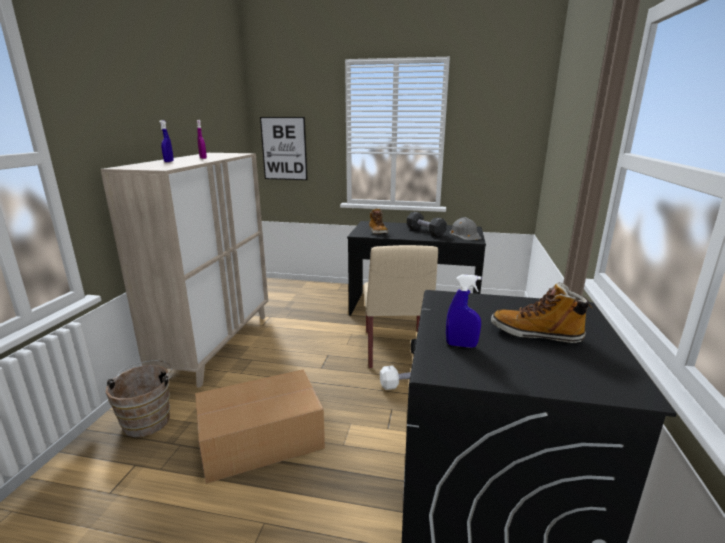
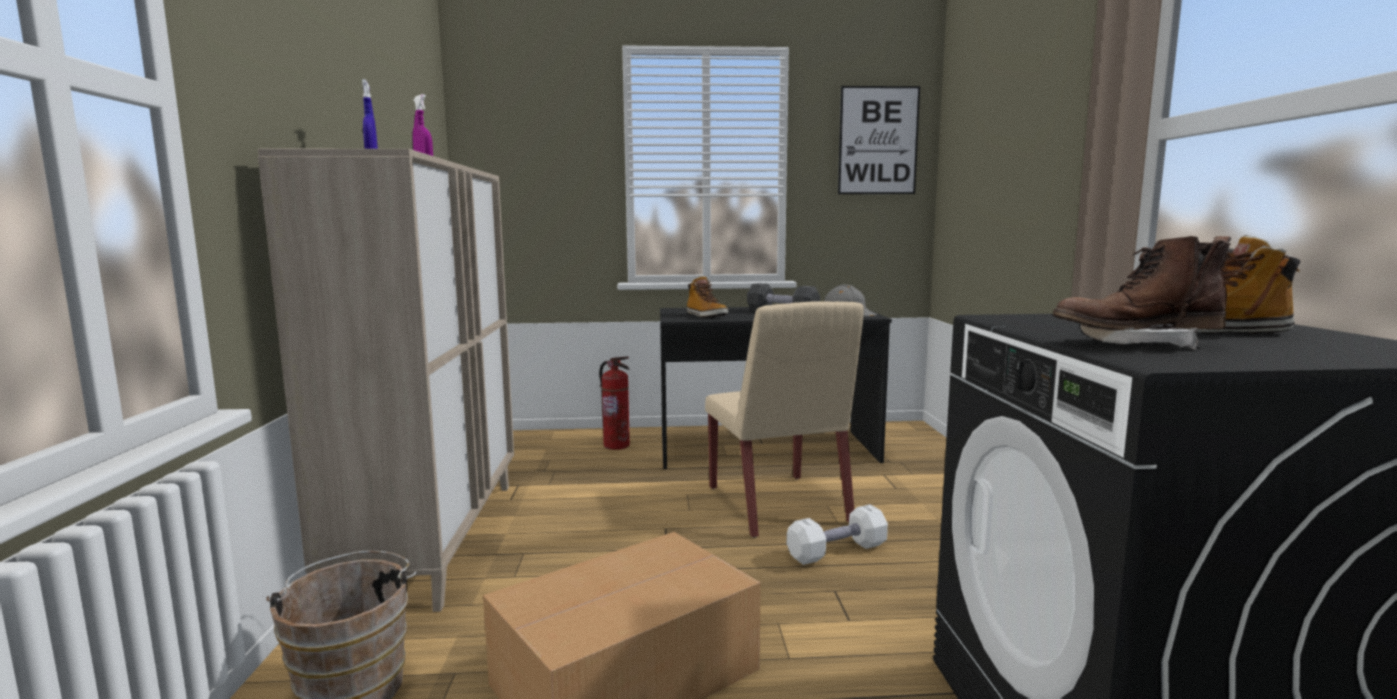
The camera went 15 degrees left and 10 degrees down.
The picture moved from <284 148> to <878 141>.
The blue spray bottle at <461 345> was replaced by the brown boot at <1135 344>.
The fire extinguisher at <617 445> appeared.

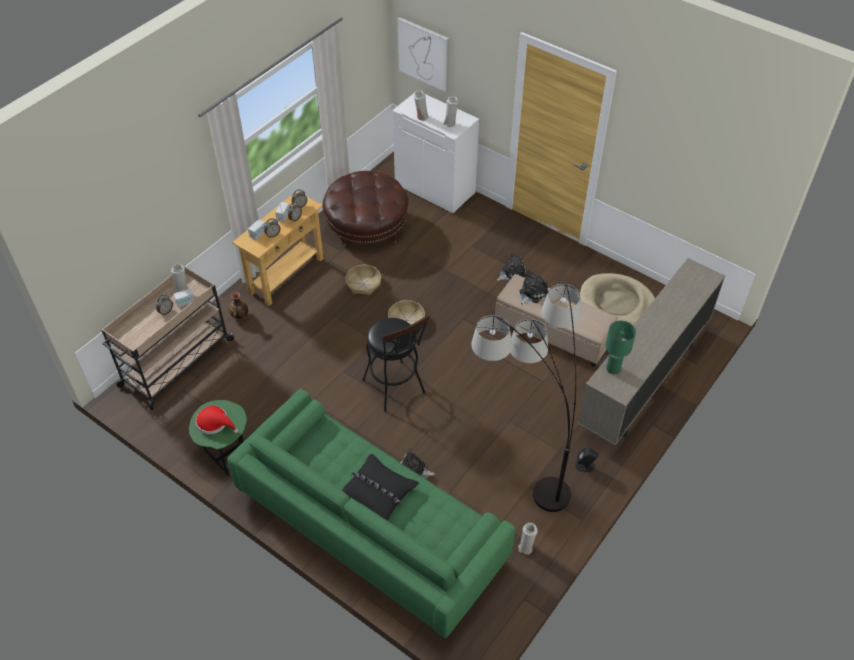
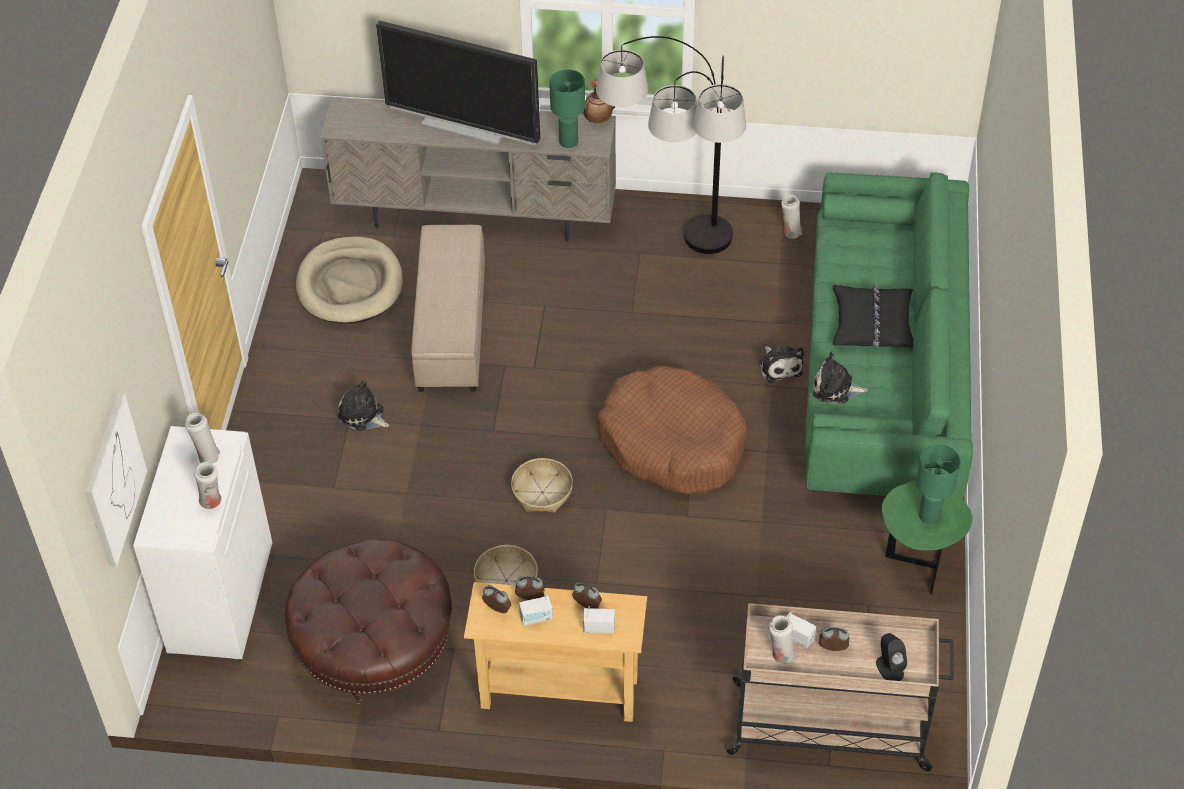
The camera went 120 degrees left and 0 degrees up.
The red hat at <215 423> was replaced by the green table lamp at <929 516>.
The vase moved from <240 316> to <598 119>.
The black stool at <396 390> was replaced by the brown dog bed at <672 442>.
The plush toy moved from <532 293> to <835 388>.
The black speaker moved from <585 466> to <889 668>.
The television at <464 126> appeared.

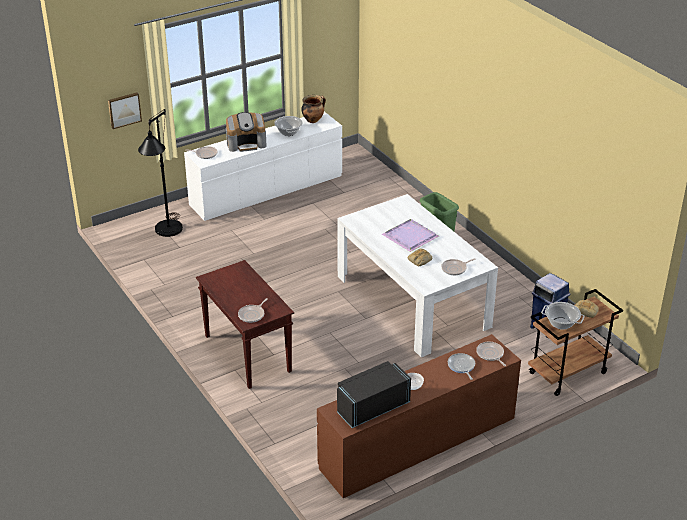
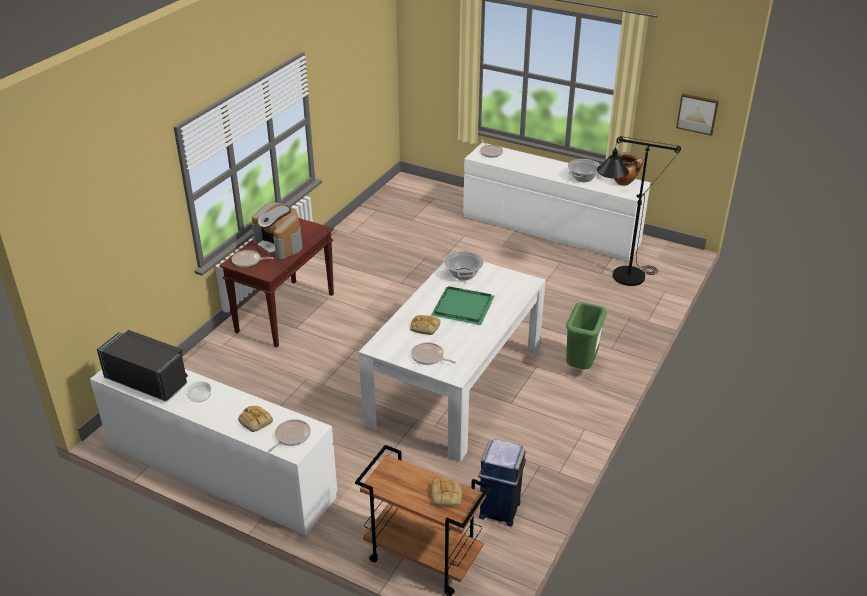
The camera went 60 degrees right and 0 degrees up.
The picture moved from <124 110> to <697 113>.
The black floor lamp moved from <167 233> to <620 279>.
The coffee machine moved from <246 143> to <279 244>.
The brown dresser at <418 442> became the white dresser at <219 471>.
The purple tray at <410 237> became the green tray at <461 307>.
The frying pan at <461 366> was replaced by the bread at <254 421>.
The cooking pot moved from <561 323> to <463 274>.

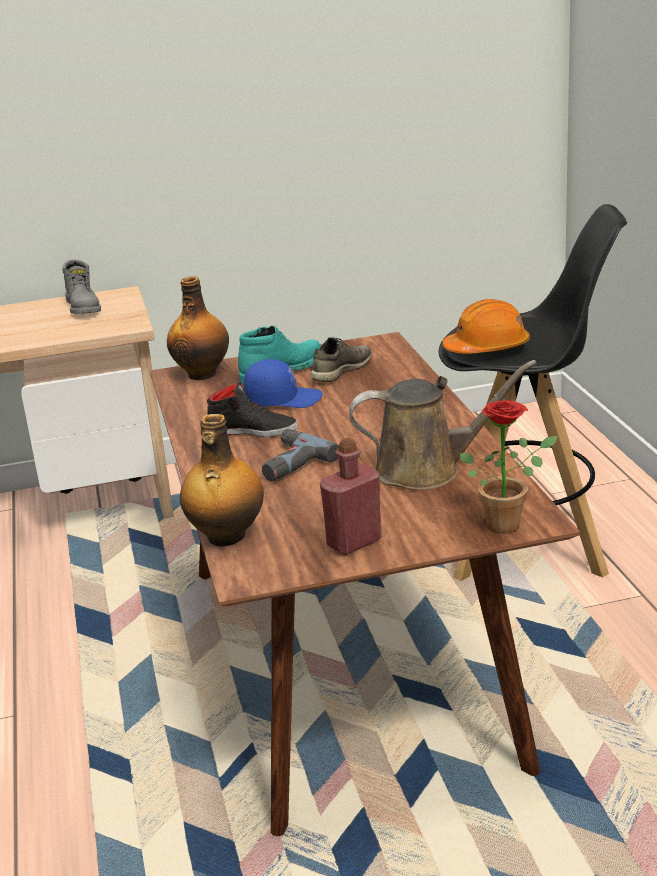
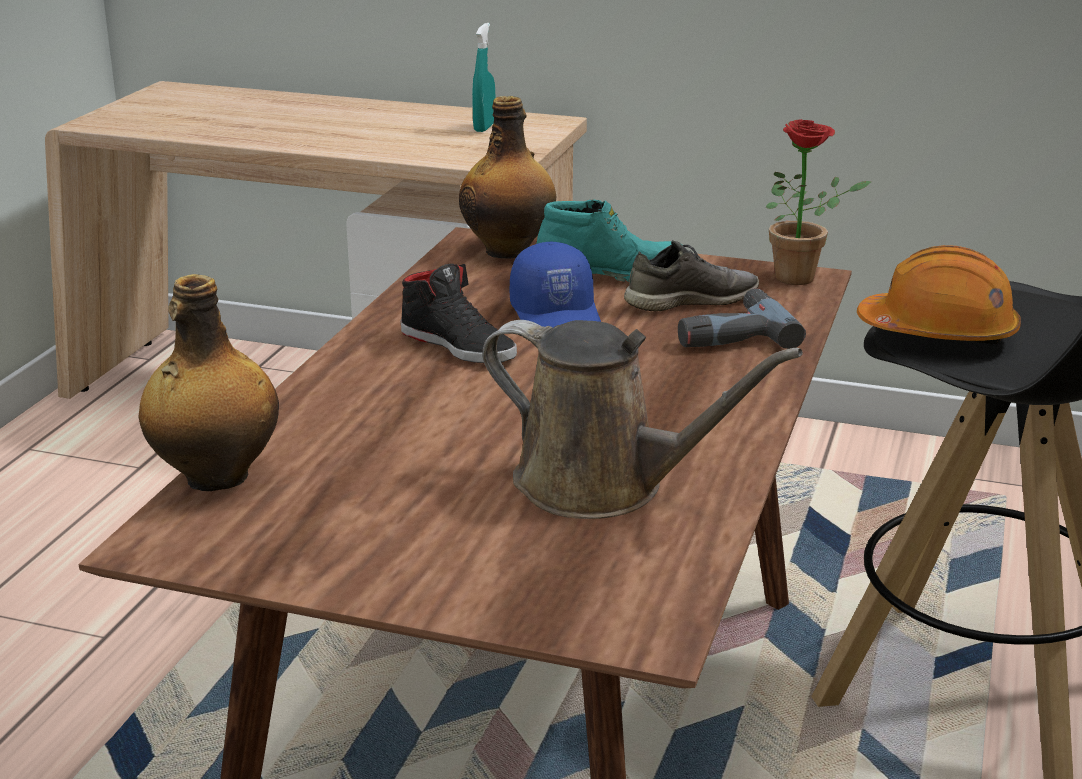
The camera went 30 degrees right and 0 degrees up.
The grey boot at <84 307> was replaced by the turquoise spray bottle at <484 127>.
The blue cap at <283 399> turned 45 degrees clockwise.
The power drill moved from <287 463> to <730 333>.
The red bottle at <354 542> disappeared.
The potted plant moved from <509 523> to <803 278>.

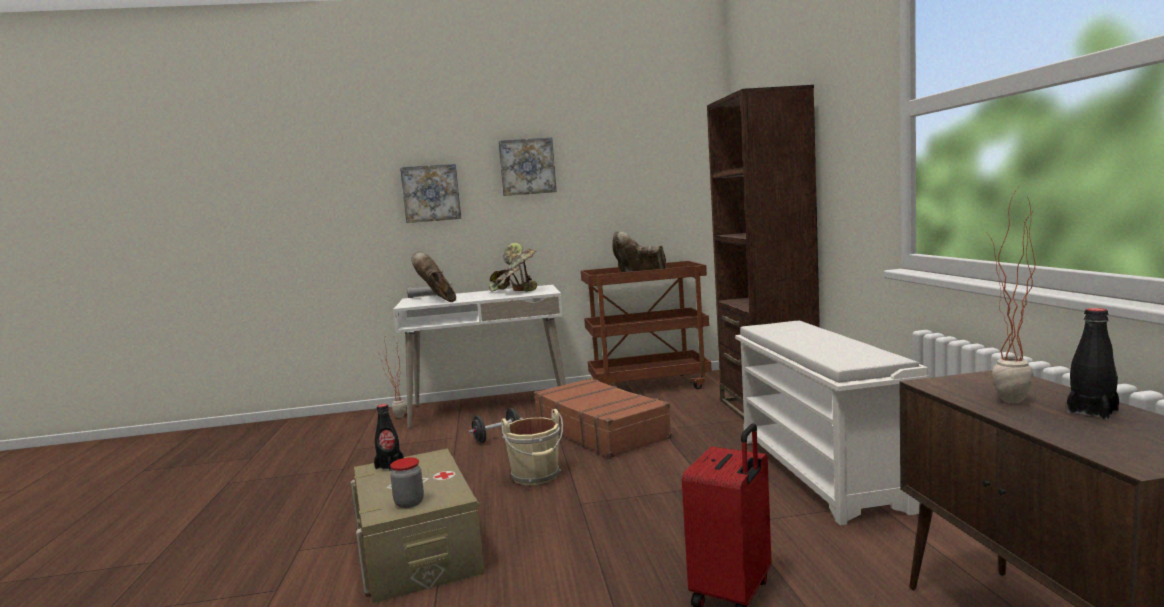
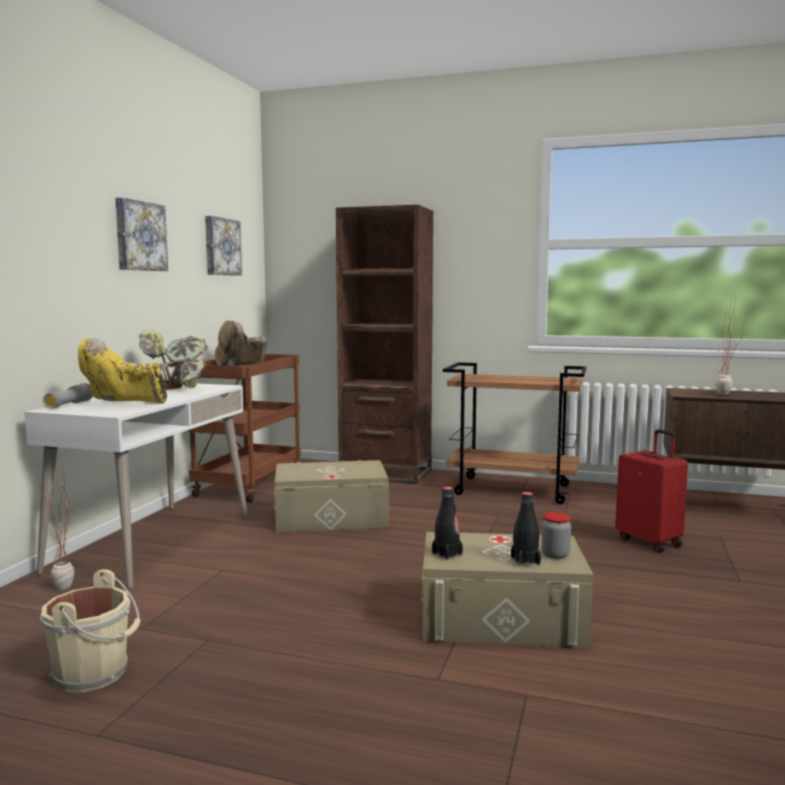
The camera went 65 degrees left and 0 degrees up.
The picture moved from <431 193> to <221 247>.
The brown boot at <438 300> became the yellow boot at <123 405>.
The black dumbbell at <497 438> disappeared.
The beige bucket moved from <536 476> to <94 673>.
The brown suitcase at <601 431> was replaced by the beige storage box at <331 518>.
The white shoe rack at <821 472> was replaced by the brown cart at <513 490>.
The black bottle moved from <1092 412> to <525 561>.

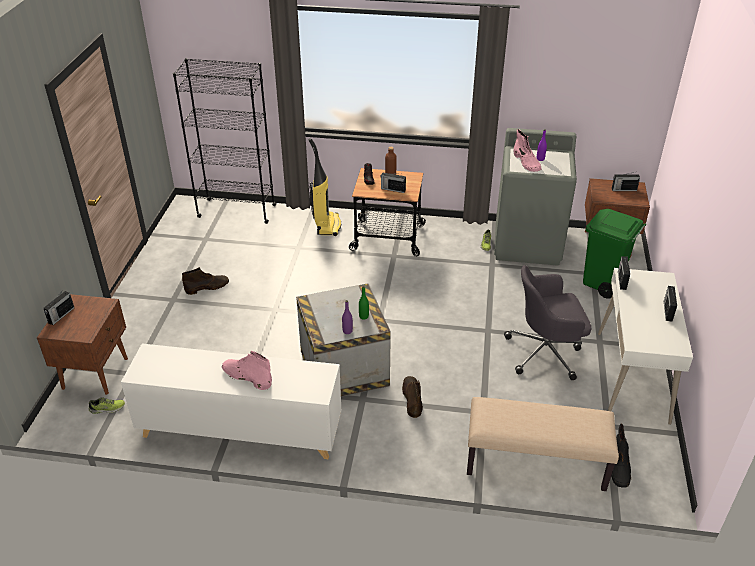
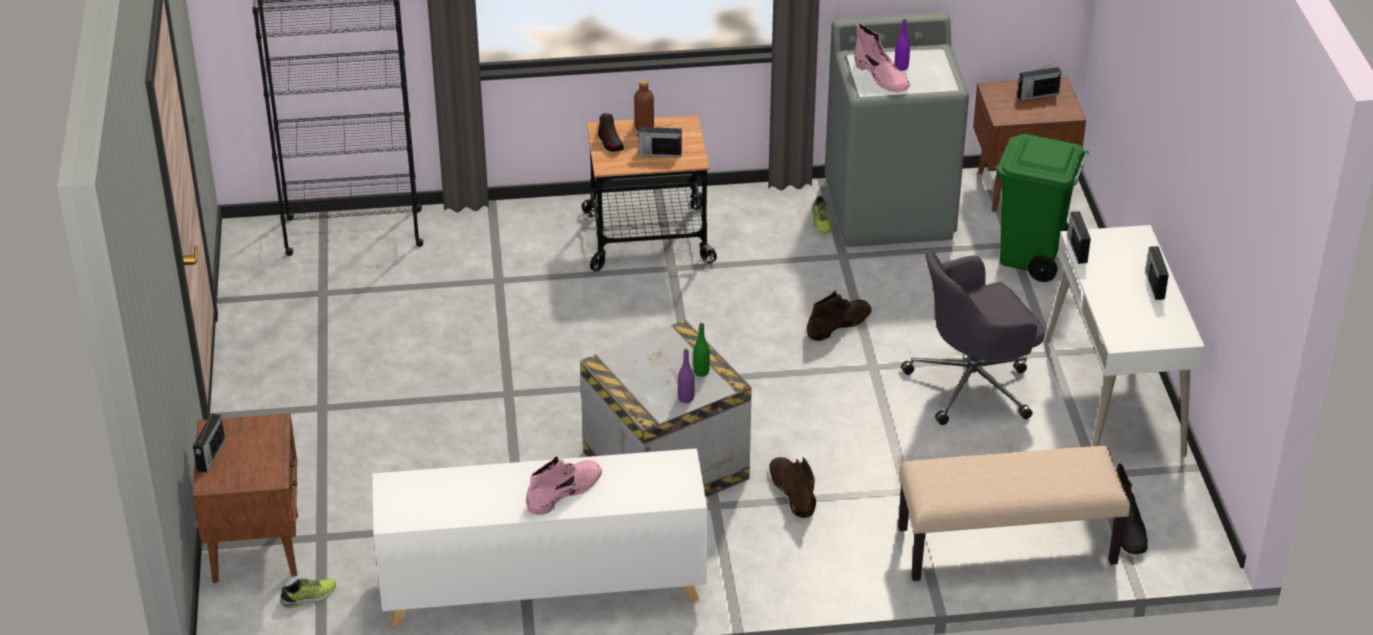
The camera went 15 degrees left and 0 degrees up.
The brown boot moved from <207 287> to <839 324>.
The pink boot at <246 377> turned 120 degrees clockwise.
The vacuum cleaner at <327 225> disappeared.

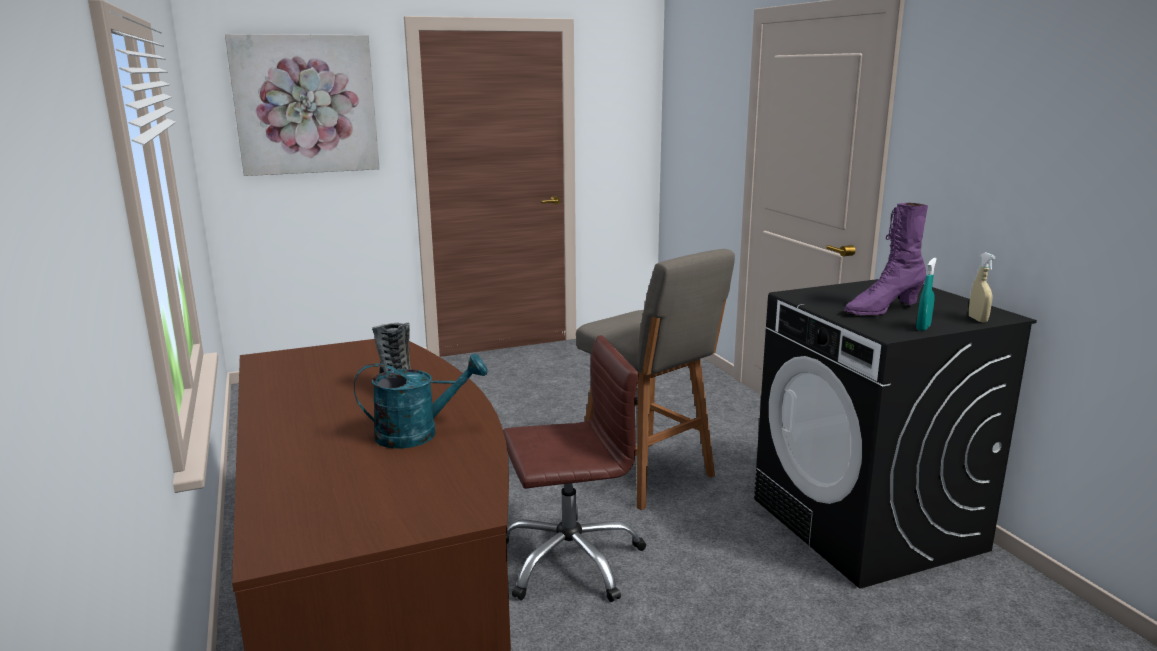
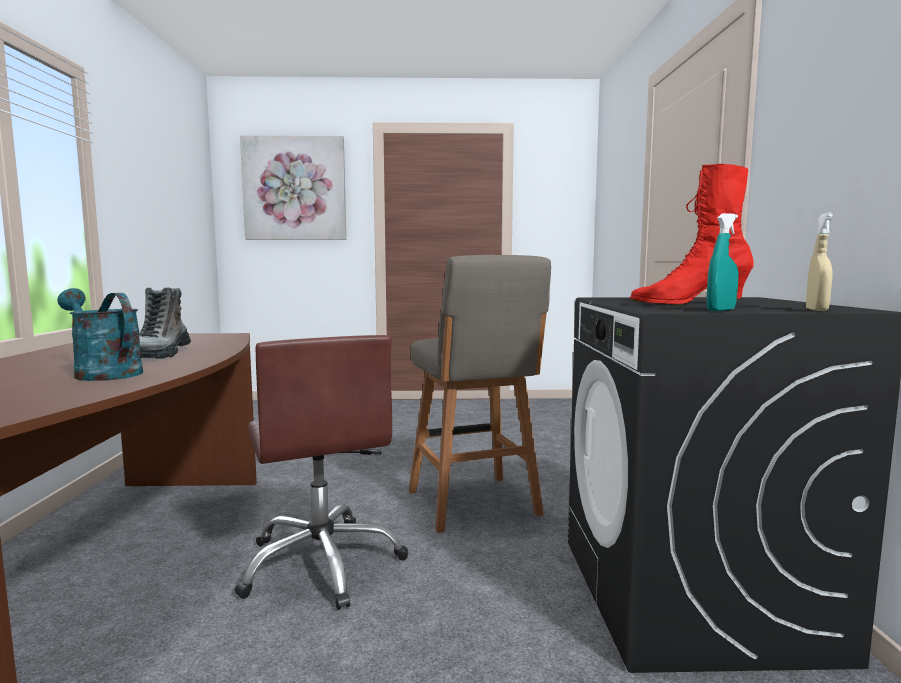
The camera went 20 degrees right and 10 degrees down.
The turquoise watering can at <418 434> turned 150 degrees counterclockwise.
The brown office chair at <569 559> turned 60 degrees clockwise.
The purple boot at <882 310> became the red boot at <688 304>.

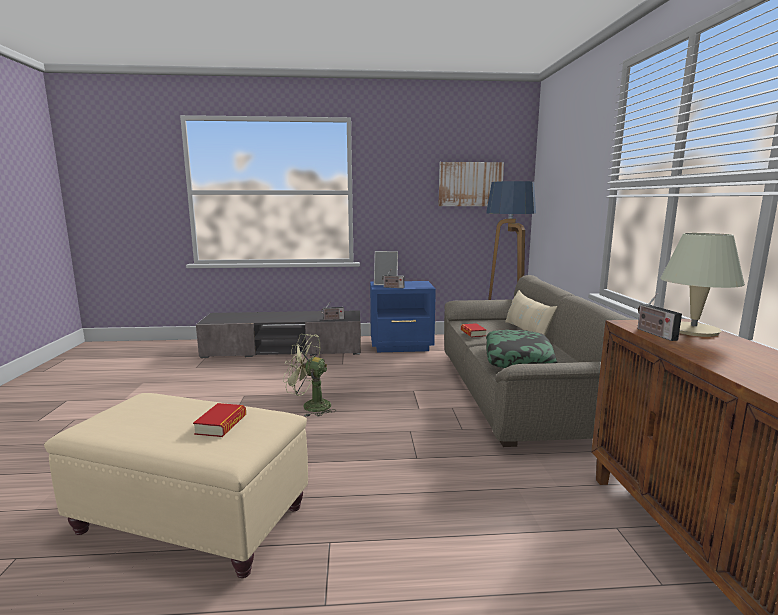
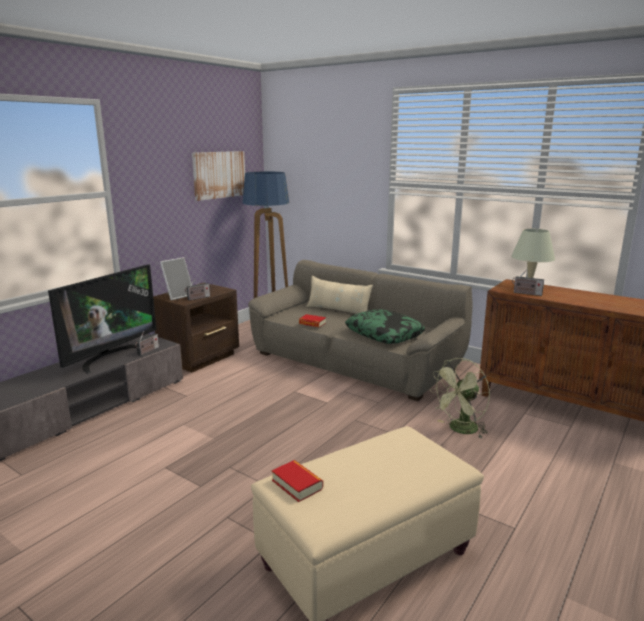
The camera went 50 degrees left and 5 degrees up.
The book moved from <221 425> to <297 484>.
The green fan moved from <310 406> to <460 430>.
The blue nightstand at <402 346> became the brown nightstand at <201 358>.
The television at <110 356> appeared.

